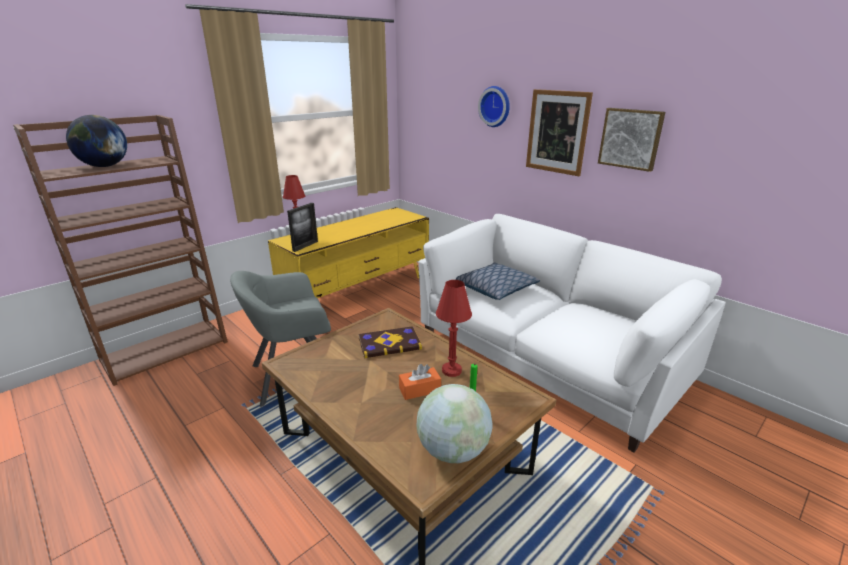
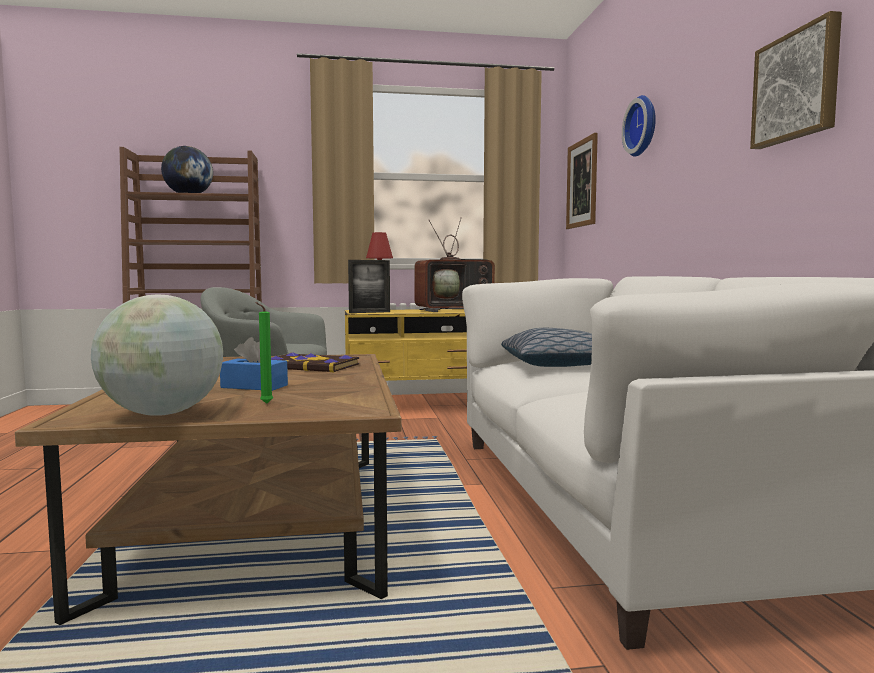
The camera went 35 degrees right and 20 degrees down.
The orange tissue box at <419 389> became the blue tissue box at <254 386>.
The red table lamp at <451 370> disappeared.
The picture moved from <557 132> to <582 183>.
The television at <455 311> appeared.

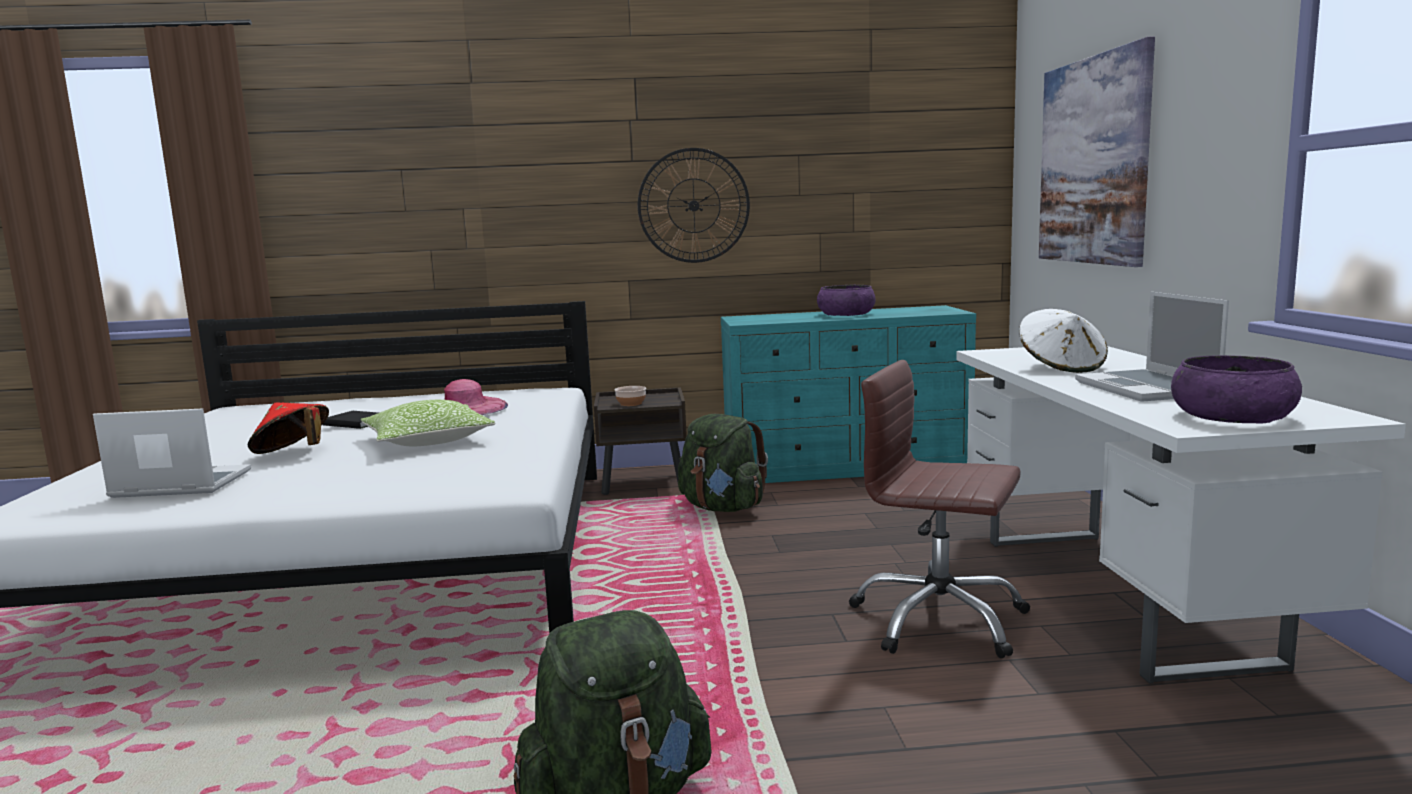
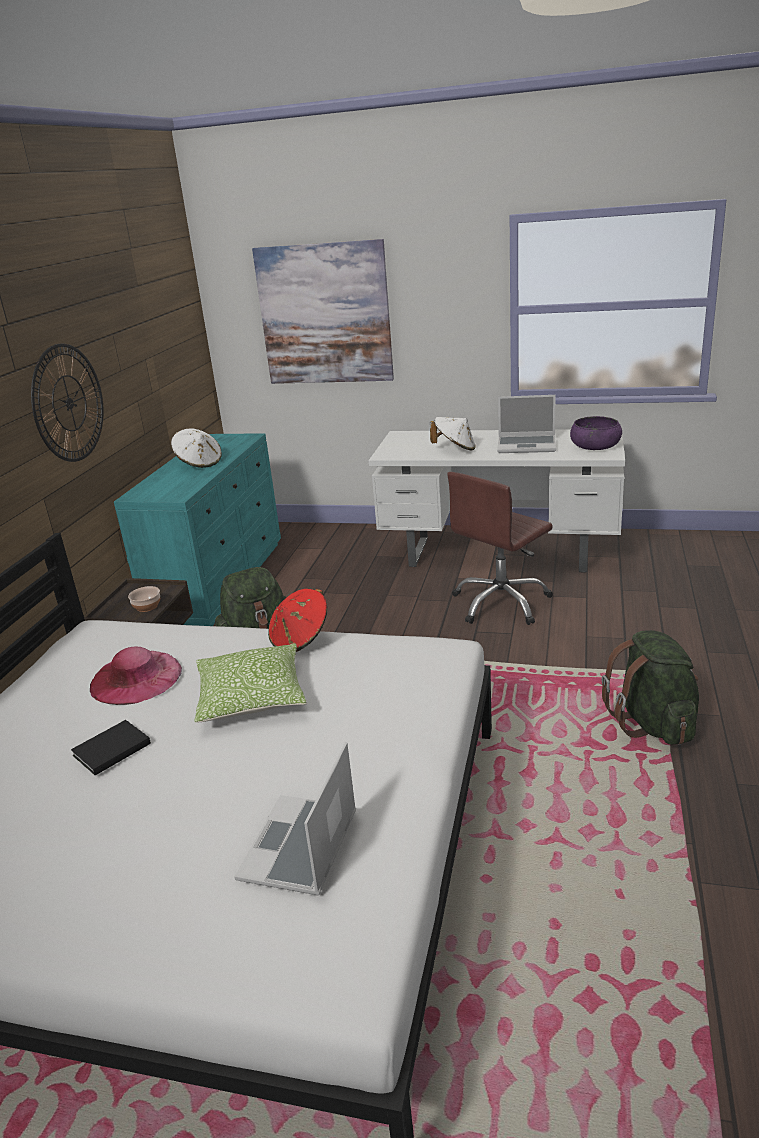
The camera went 70 degrees left and 15 degrees up.
The red hat moved from <293 454> to <300 639>.
The purple bowl at <846 314> was replaced by the white hat at <199 463>.

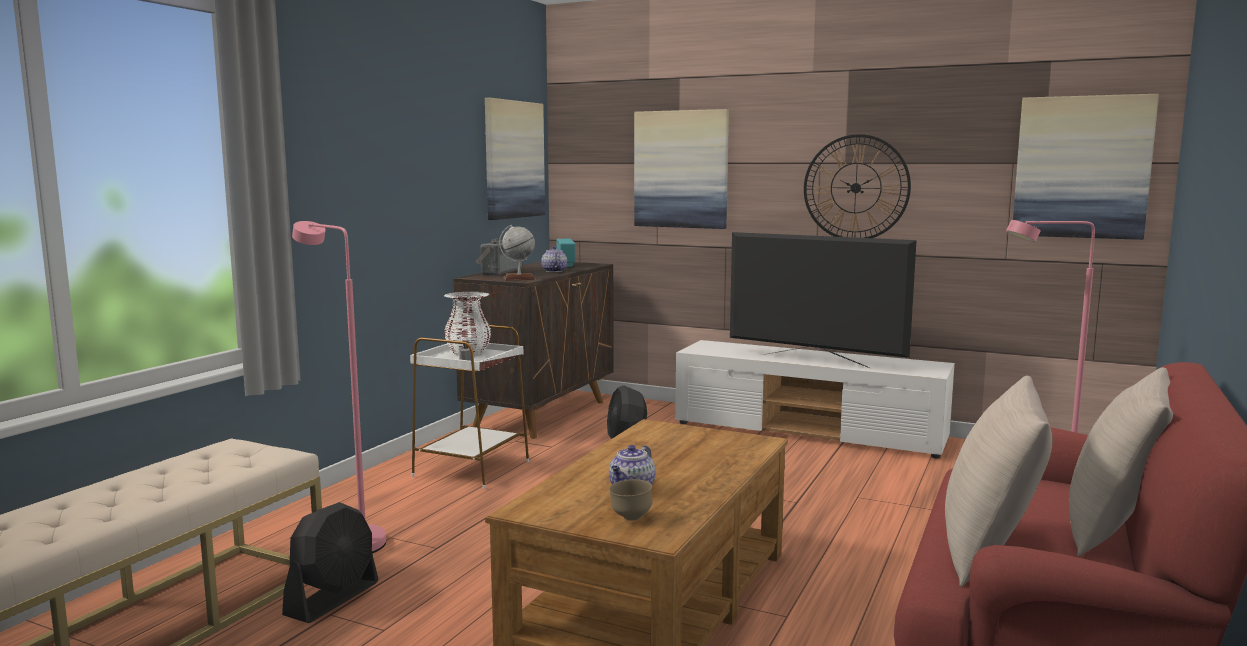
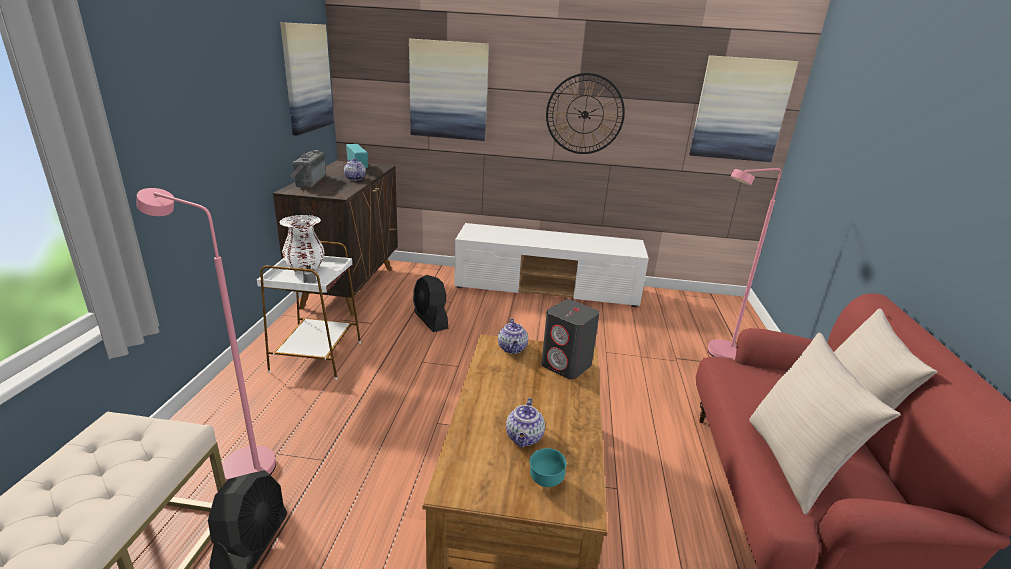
The camera went 20 degrees left and 15 degrees up.
The globe at <519 278> disappeared.
The brown bowl at <630 518> became the turquoise bowl at <545 482>.
The television at <814 361> disappeared.
The teapot at <512 349> appeared.
The grey speaker at <567 365> appeared.

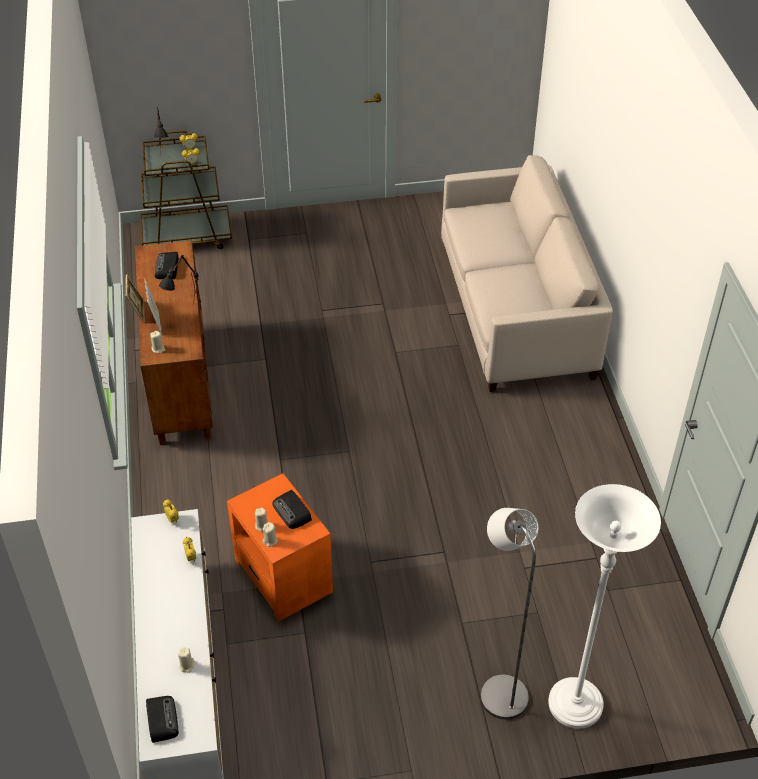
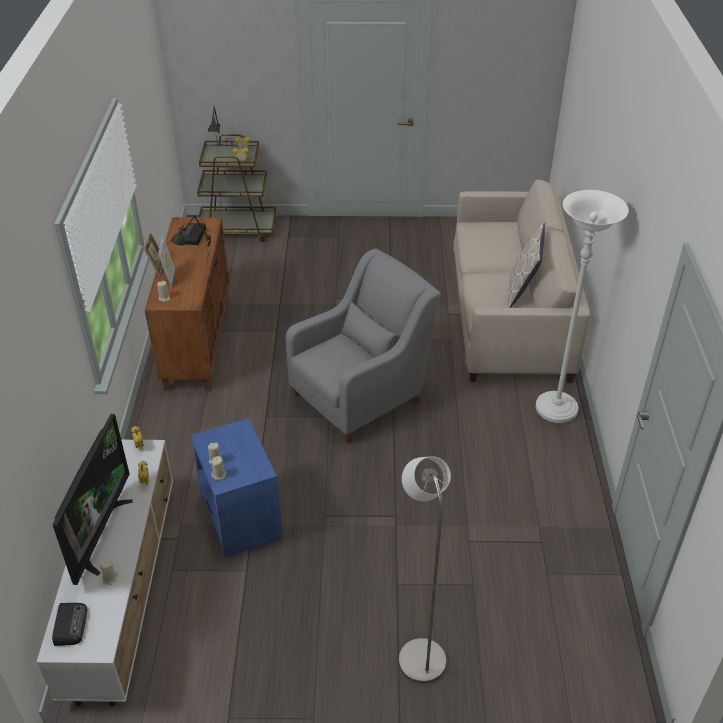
The camera went 10 degrees right and 5 degrees down.
The orange side table at <283 576> became the blue side table at <240 517>.
The radio at <292 512> disappeared.
The white floor lamp moved from <575 705> to <556 409>.
The television at <99 534> appeared.
The grey armchair at <361 395> appeared.
The pillow at <522 290> appeared.

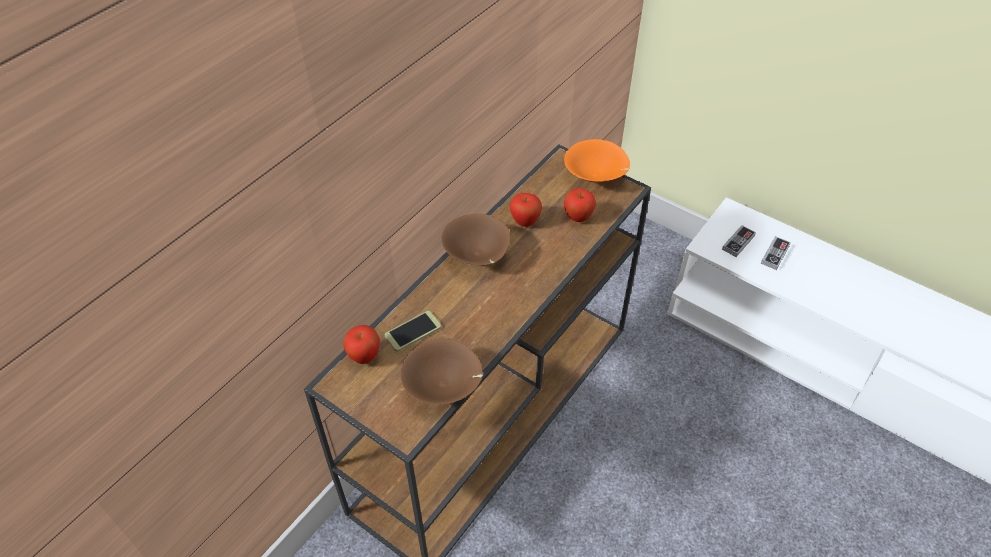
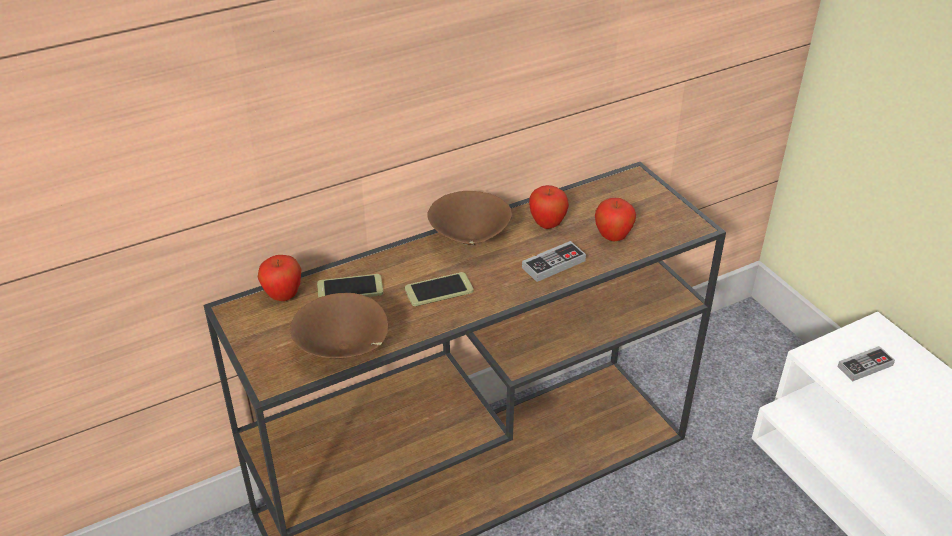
The camera went 25 degrees right and 10 degrees down.
The orange bowl at <595 178> disappeared.
The game controller moved from <775 254> to <553 264>.
The phone at <439 290> appeared.

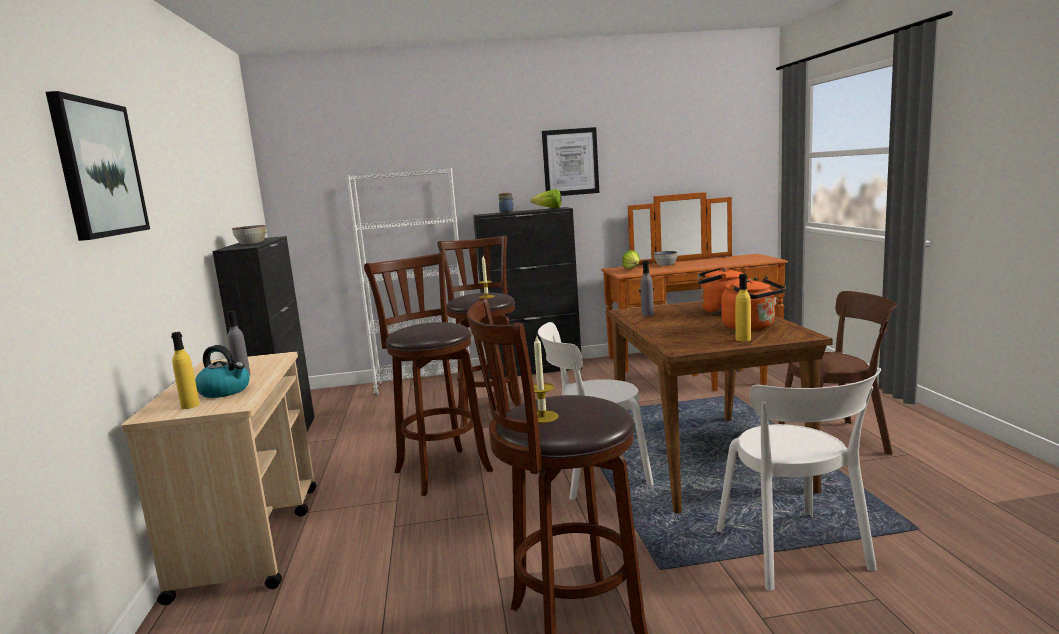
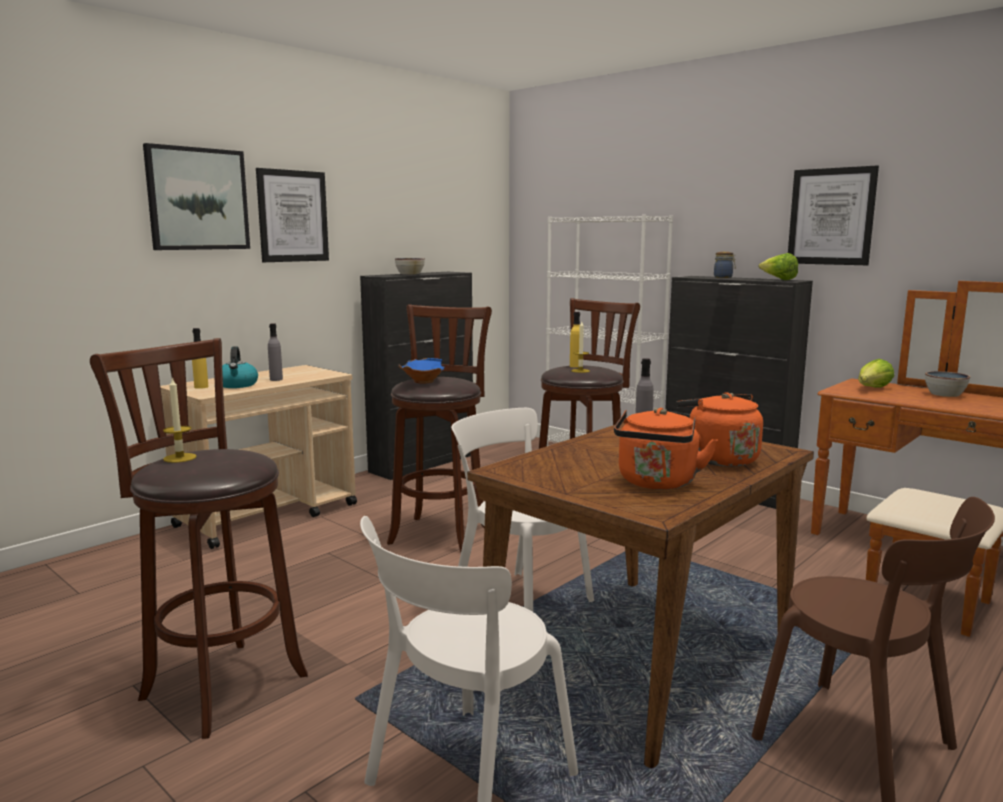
The camera went 50 degrees right and 0 degrees up.
The yellow bottle moved from <743 339> to <575 366>.
The picture at <293 216> appeared.
The blue bowl at <422 381> appeared.

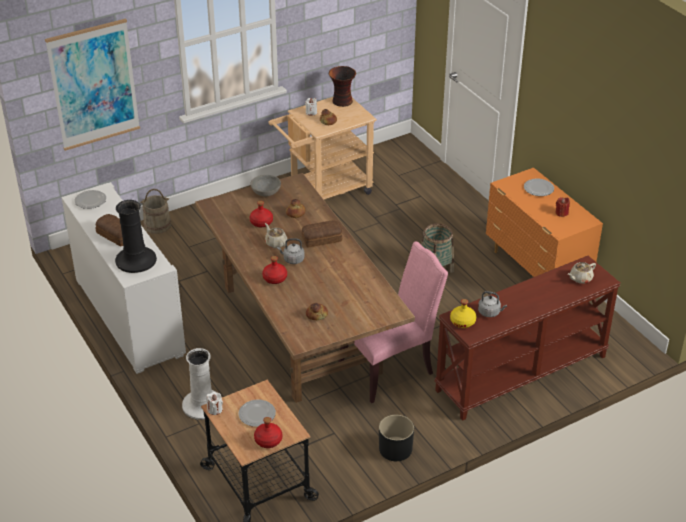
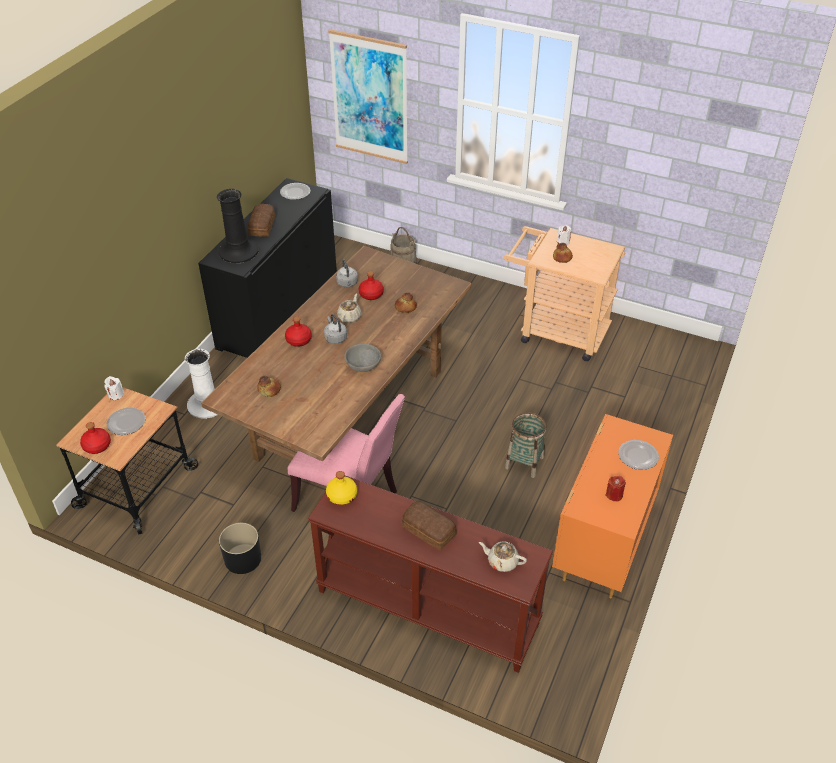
The camera went 55 degrees right and 5 degrees up.
The white cabinet at <129 316> became the black cabinet at <278 309>.
The grey bowl moved from <266 192> to <363 365>.
The bread moved from <322 239> to <429 531>.
The vase at <342 102> disappeared.
The grey kettle moved from <490 312> to <347 284>.

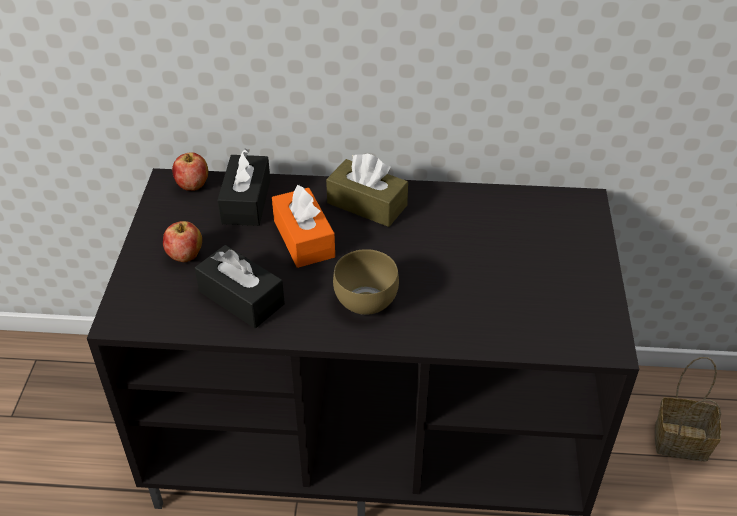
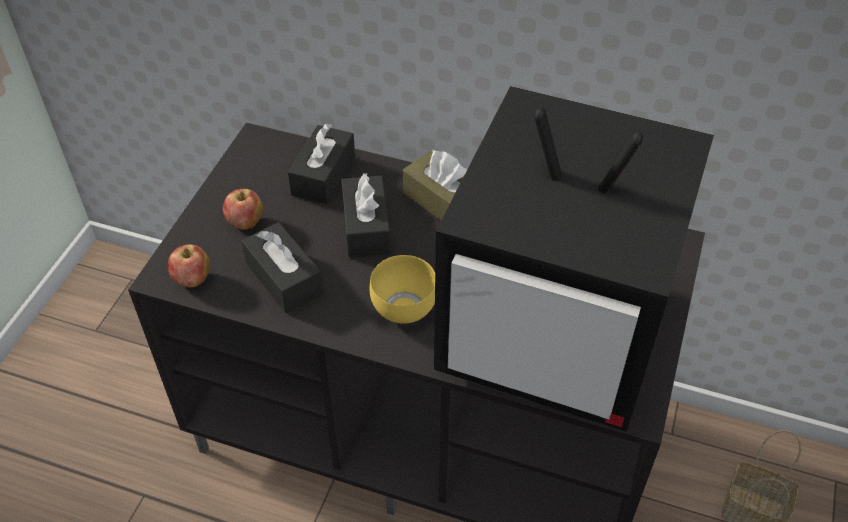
The camera went 15 degrees right and 5 degrees up.
The apple moved from <193 186> to <193 280>.
The orange tissue box at <304 239> became the black tissue box at <366 227>.
The brown bowl at <363 302> became the yellow bowl at <401 308>.
The television at <558 333> appeared.

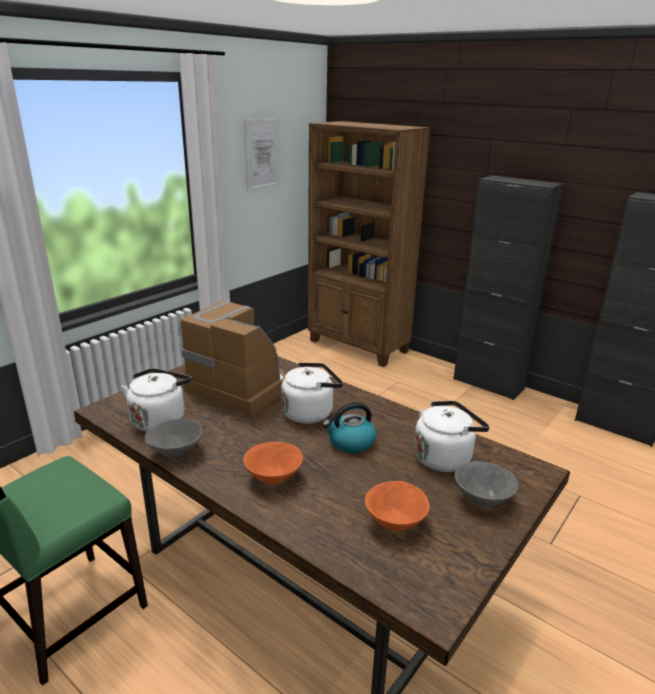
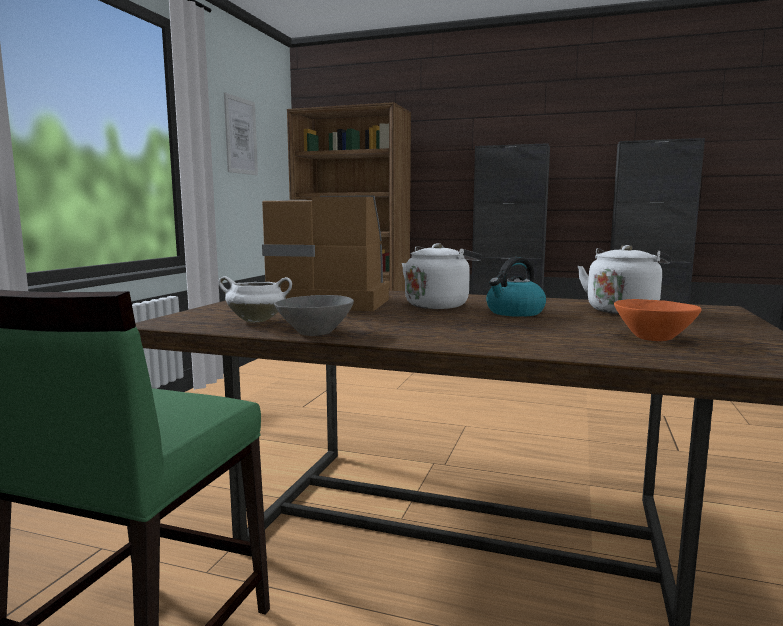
The camera went 20 degrees left and 15 degrees down.
The white kettle at <160 419> was replaced by the white cooking pot at <257 321>.
The orange bowl at <274 477> disappeared.
The grey bowl at <483 499> disappeared.

